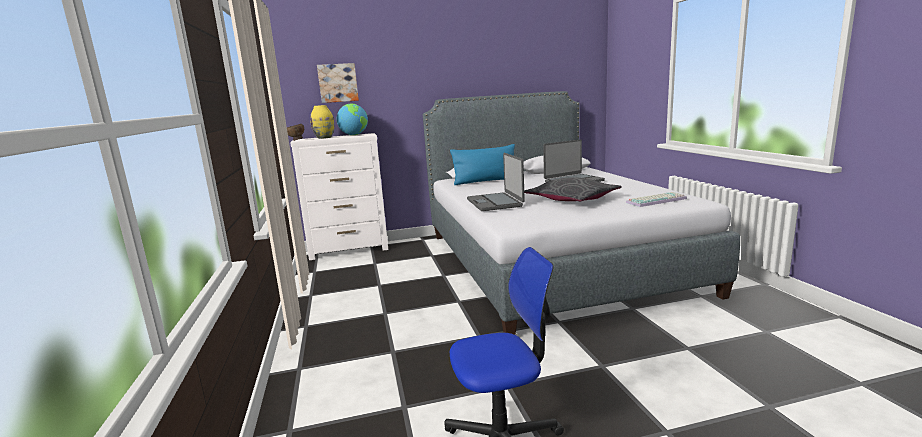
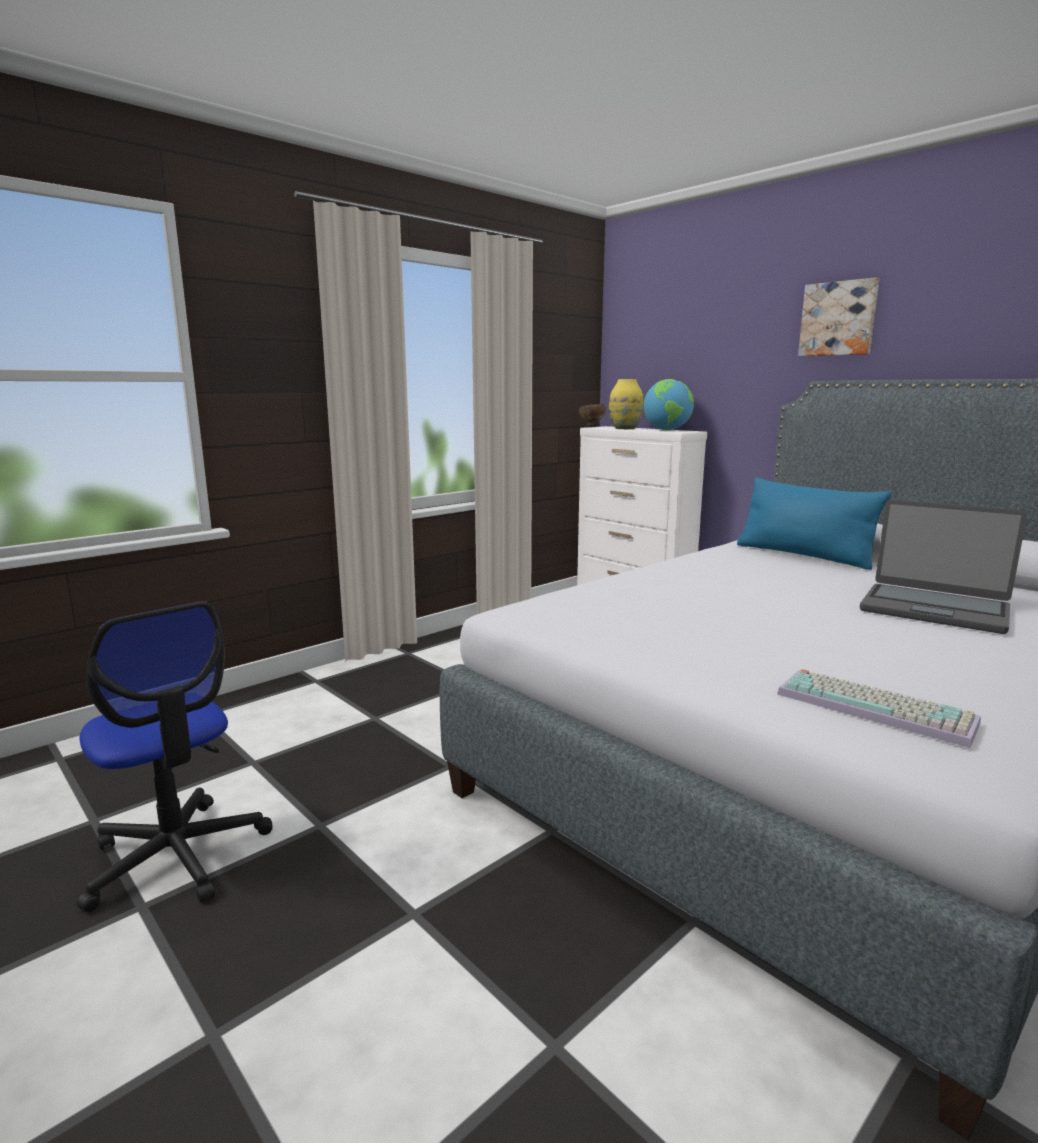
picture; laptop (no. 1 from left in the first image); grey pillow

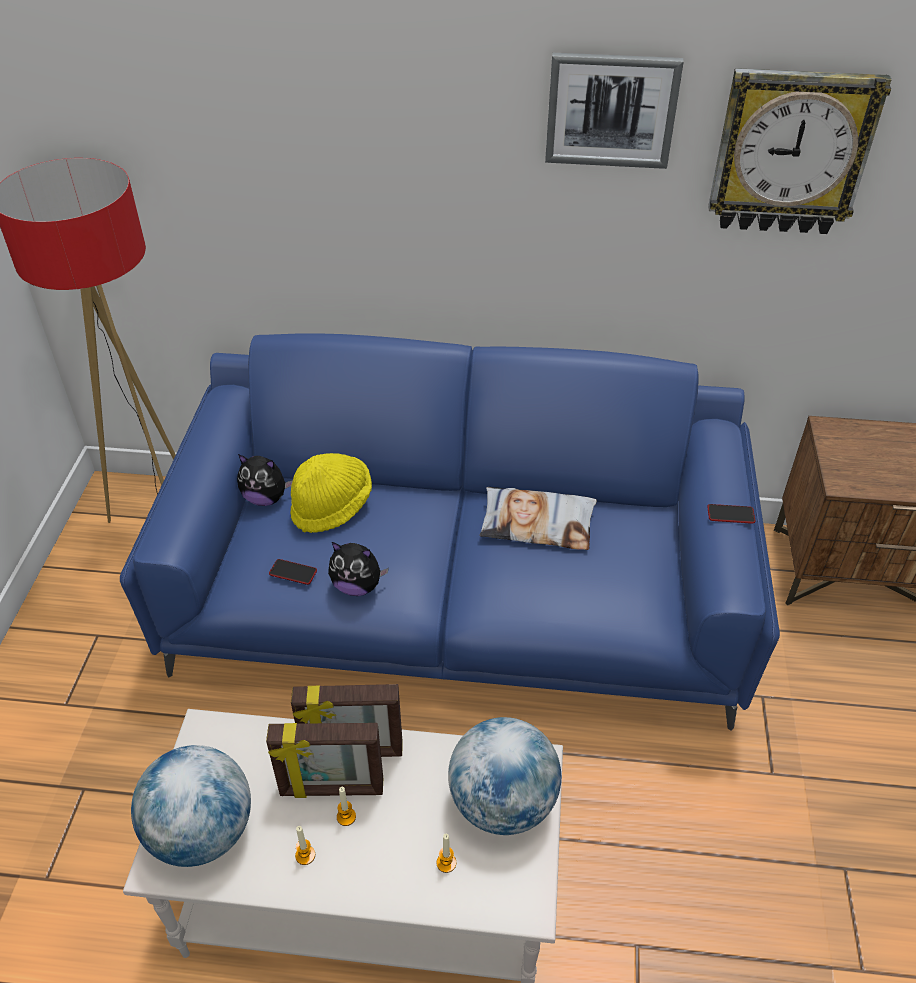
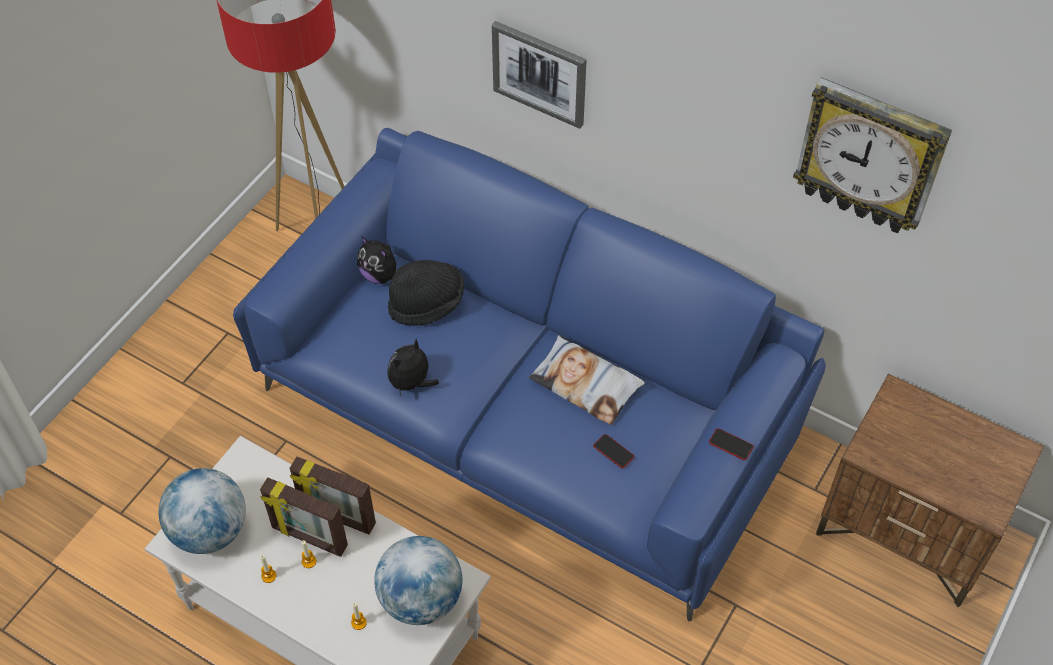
phone (no. 1 from left); black hat; plush toy (no. 2 from left); picture

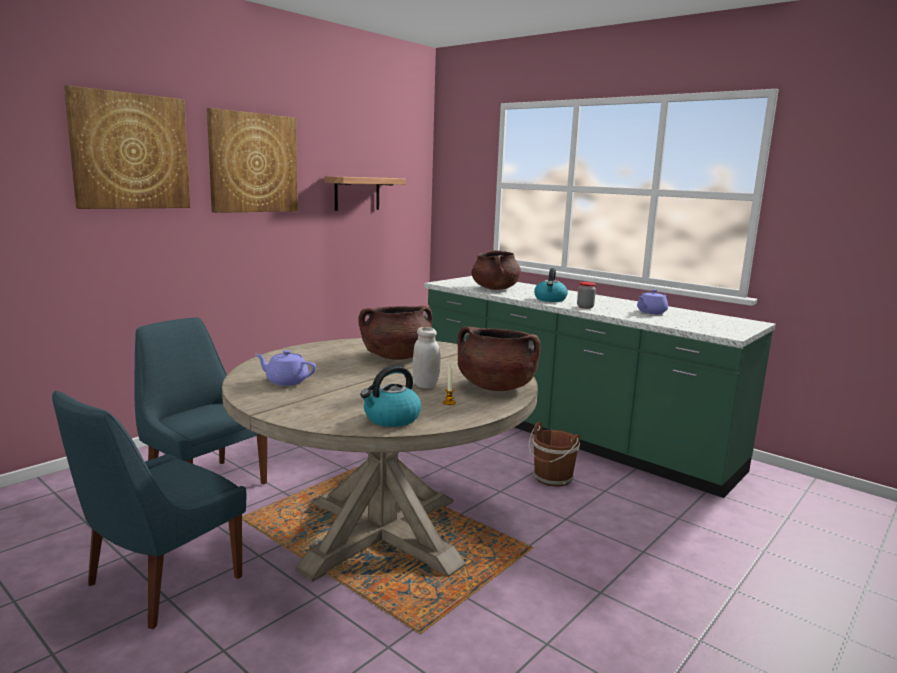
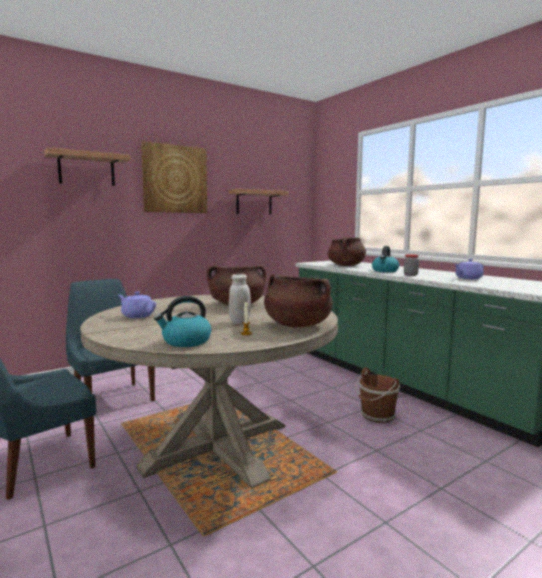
shelf (no. 1 from left)

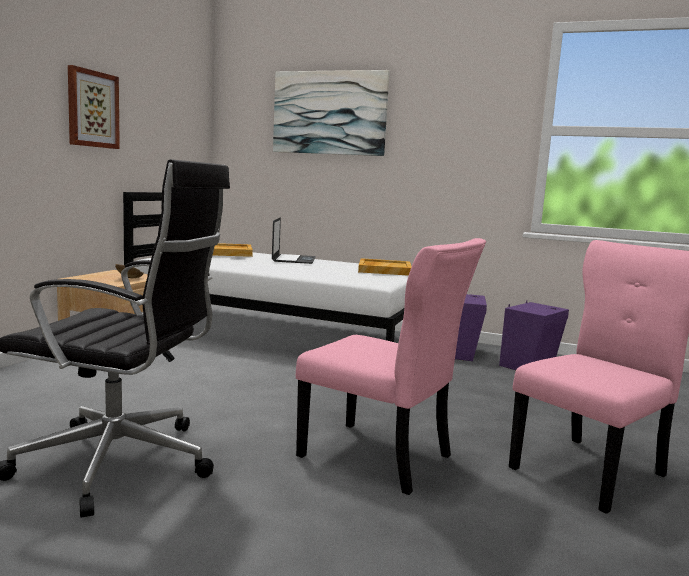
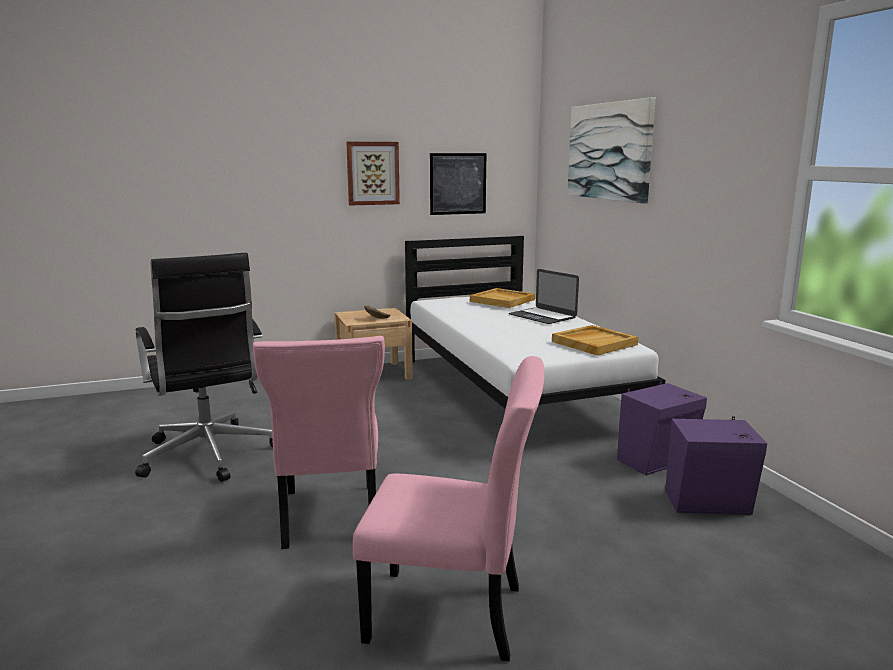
laptop; picture (no. 2 from left)

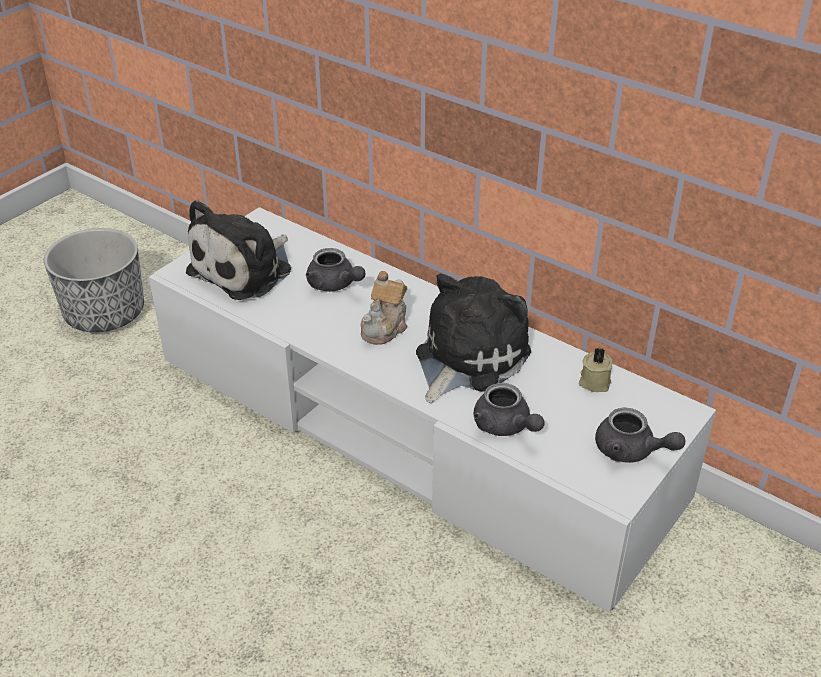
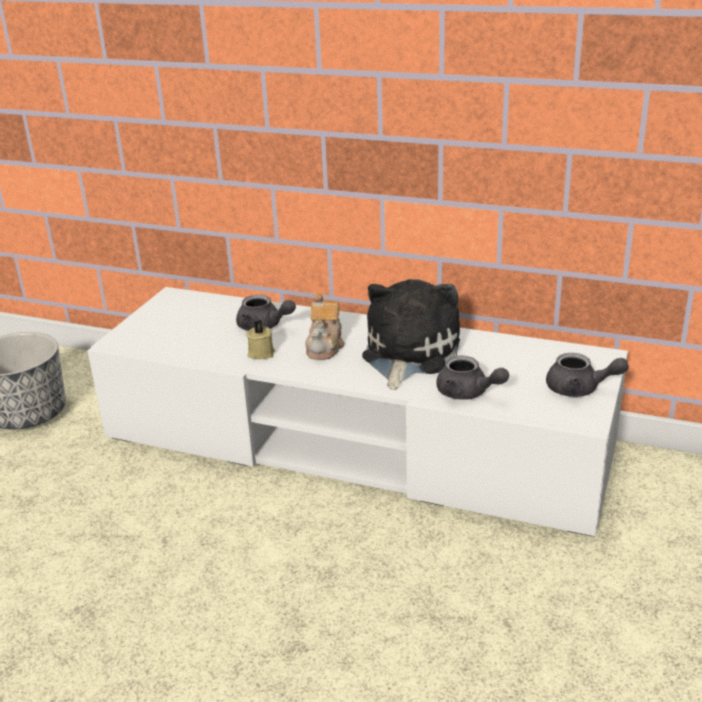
plush toy (no. 1 from left in the first image); beige candle

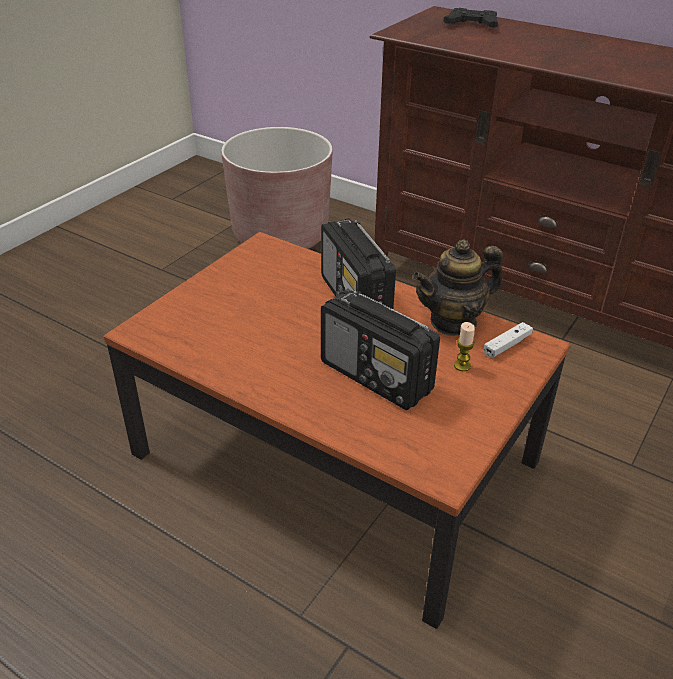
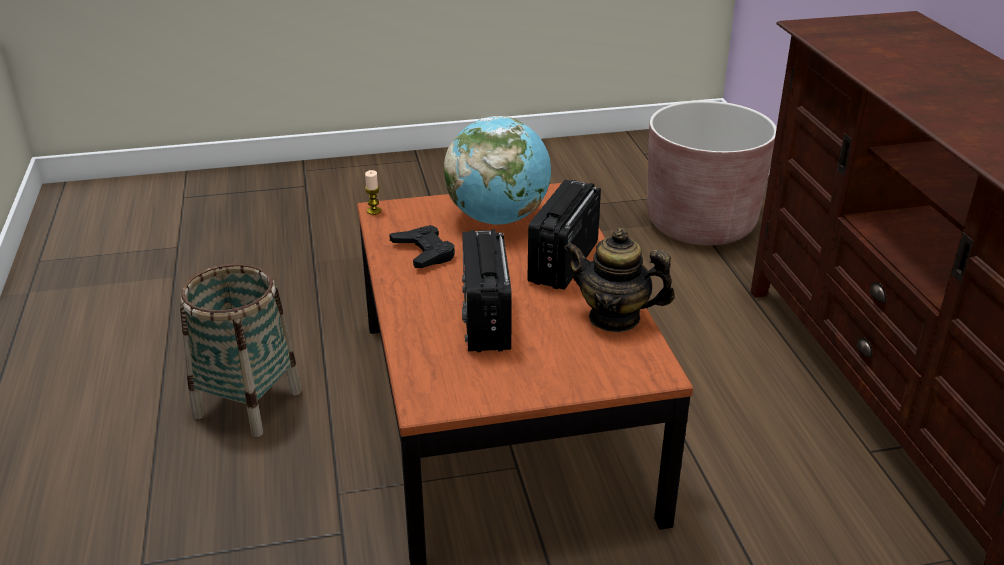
black game controller; candle; white game controller; basket; globe

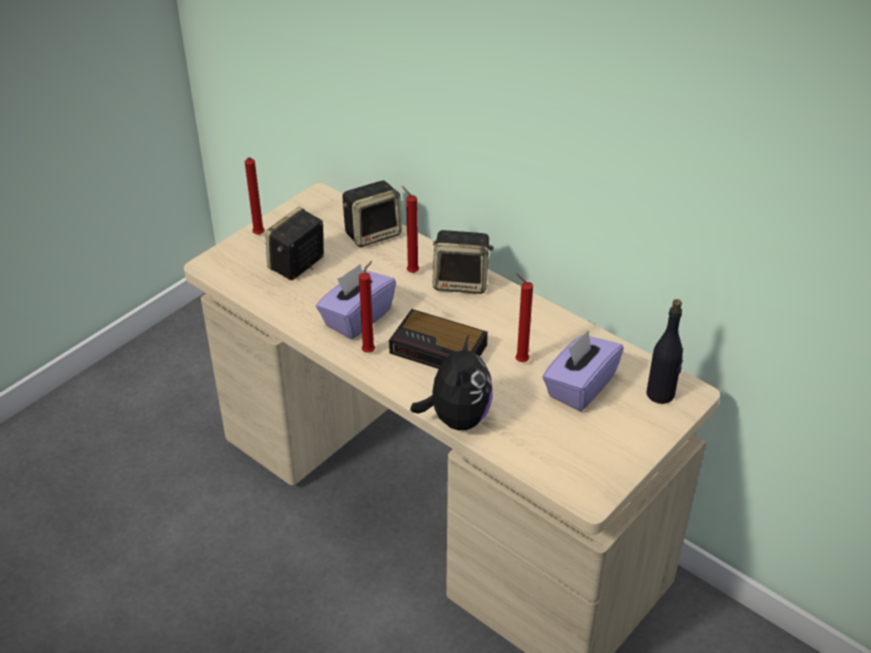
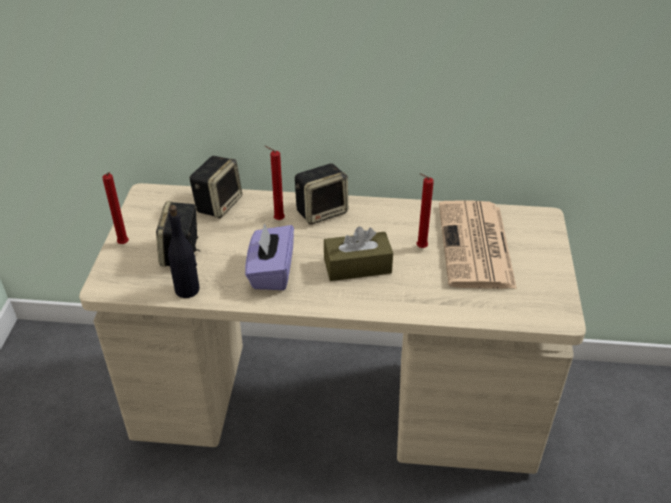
red candle (no. 2 from left in the first image); brown tissue box; plush toy; newspaper; black bottle

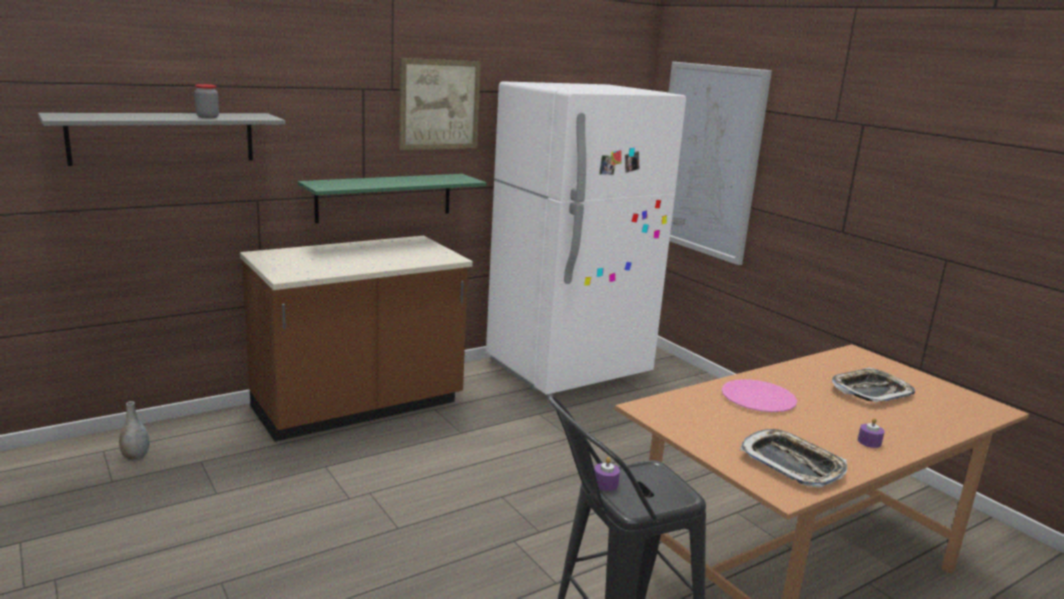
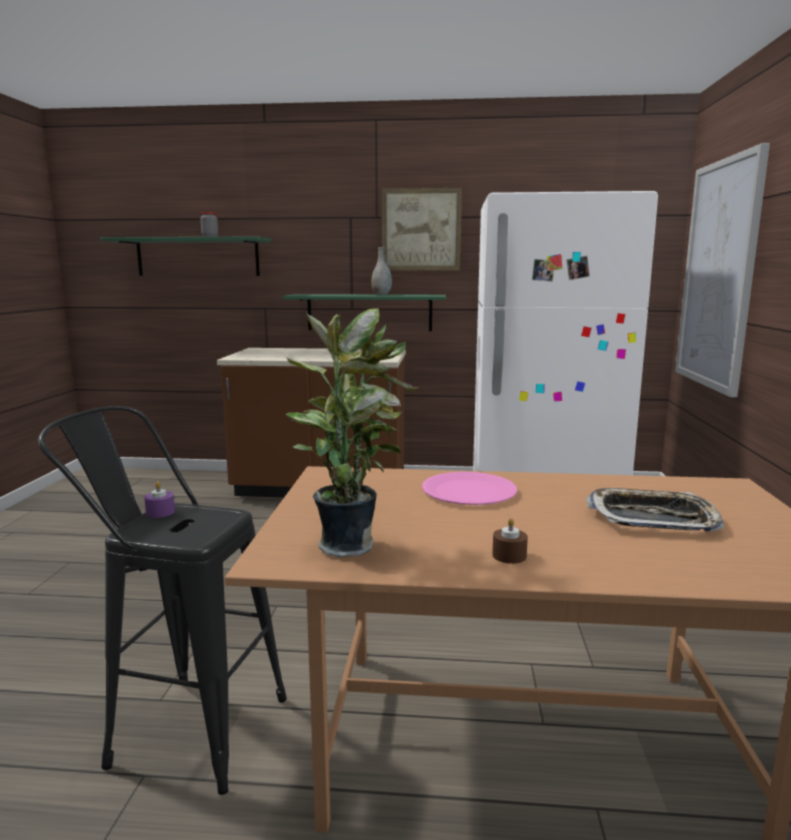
green shelf (no. 1 from left); grey vase; potted plant; brown candle

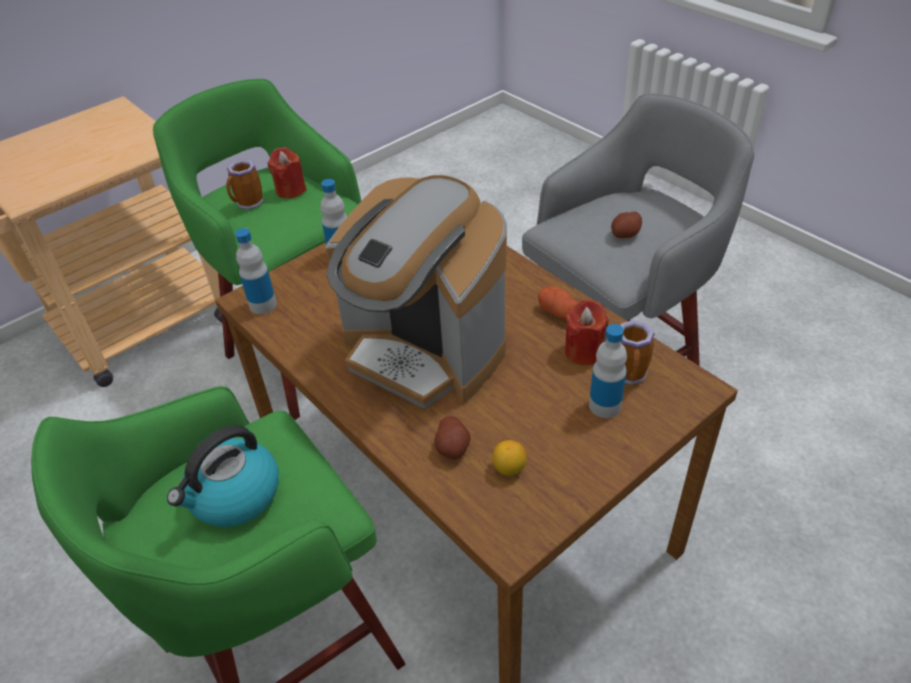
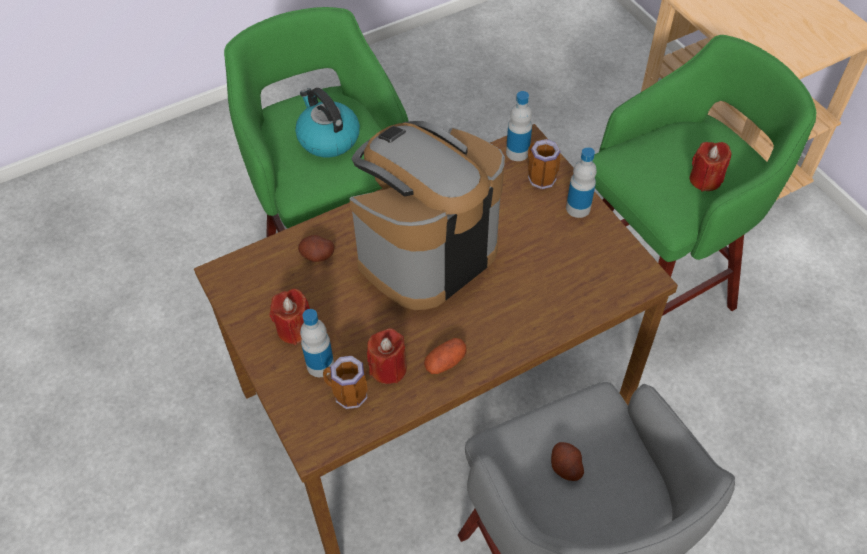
mug (no. 2 from left); lemon; red candle (no. 1 from left)

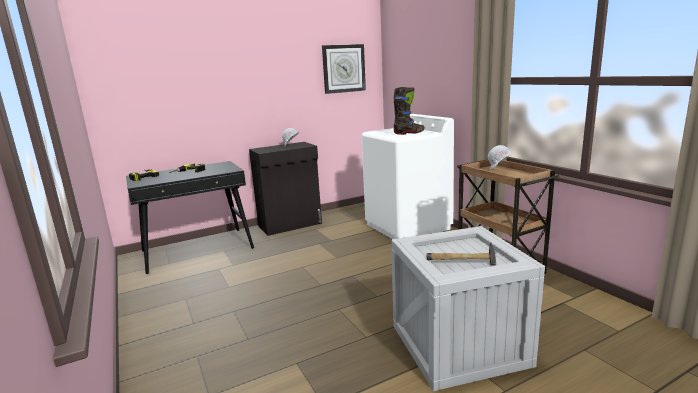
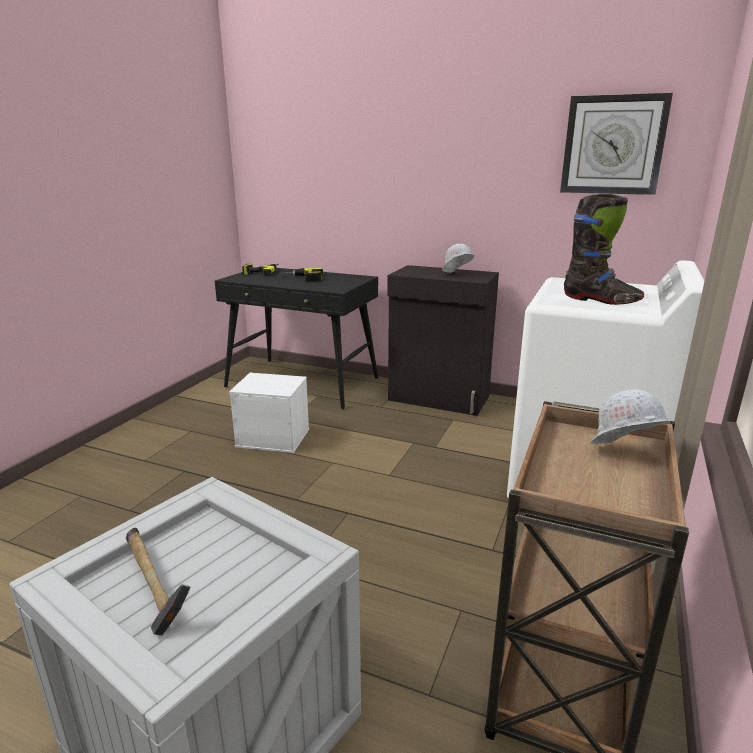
white storage box

